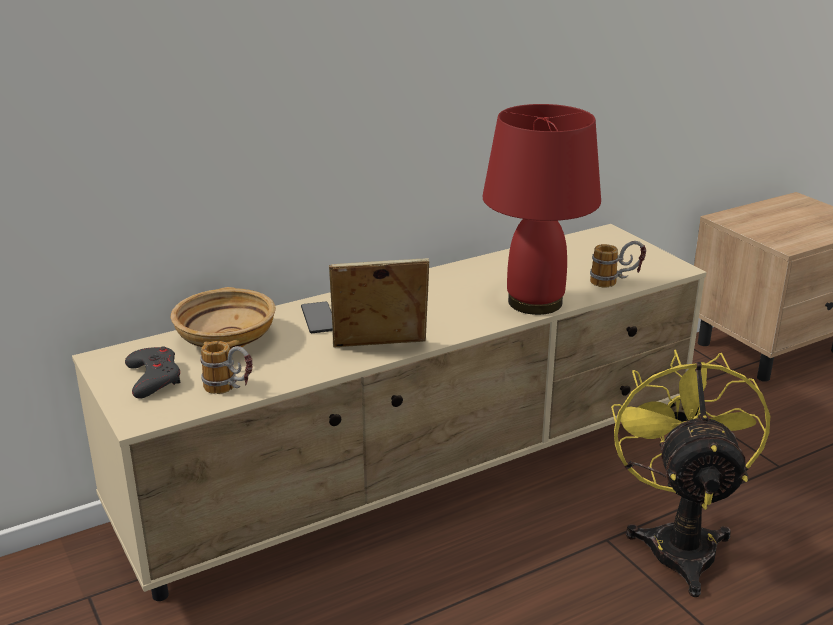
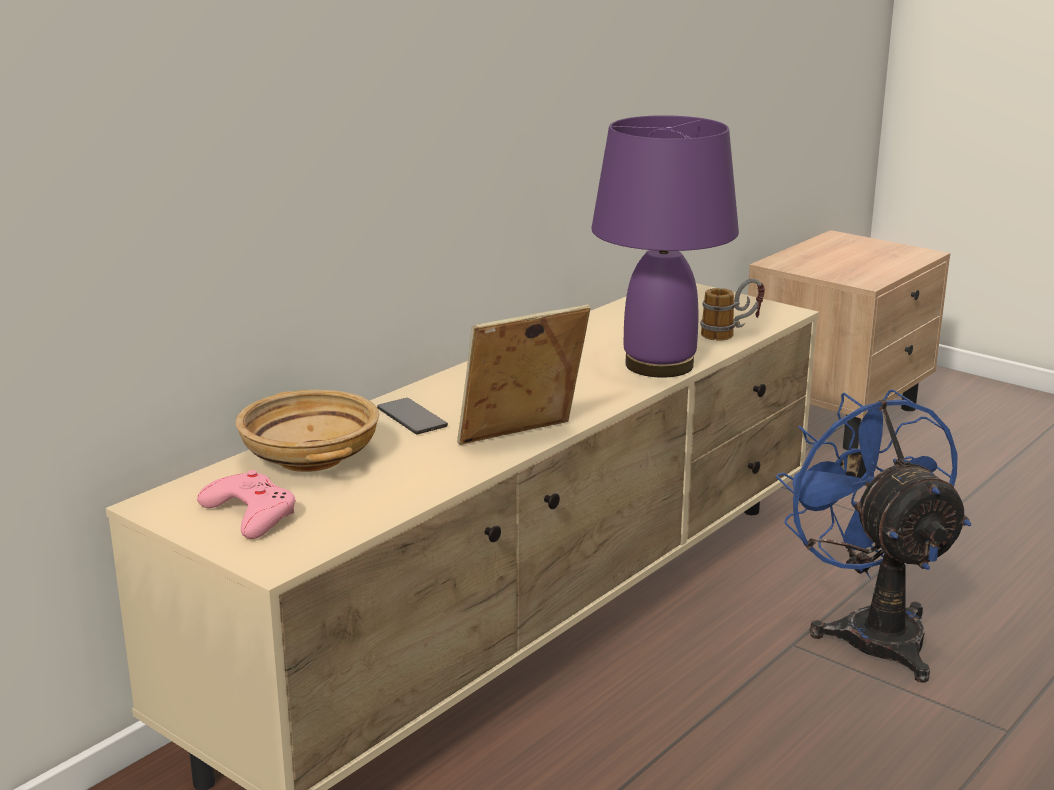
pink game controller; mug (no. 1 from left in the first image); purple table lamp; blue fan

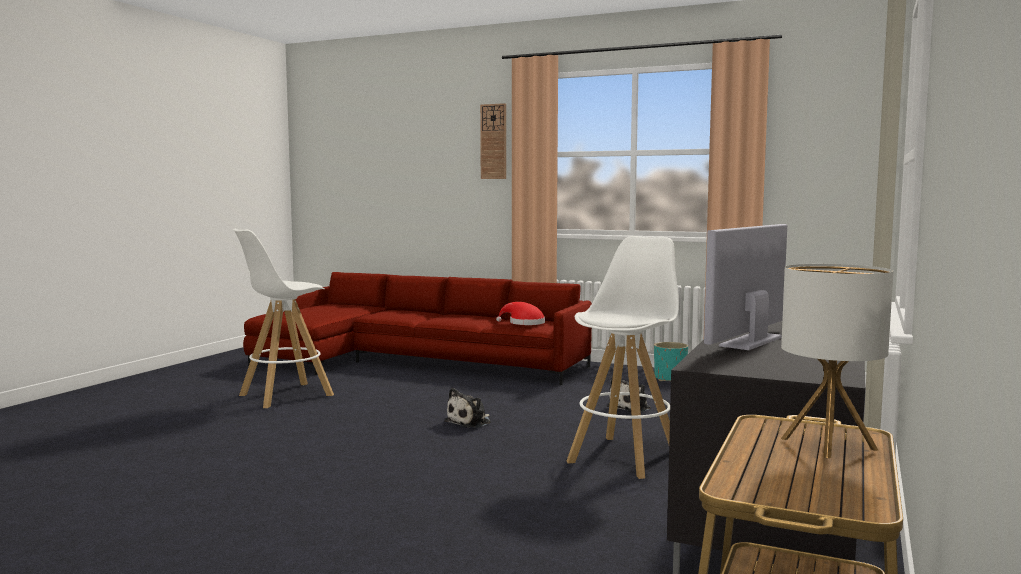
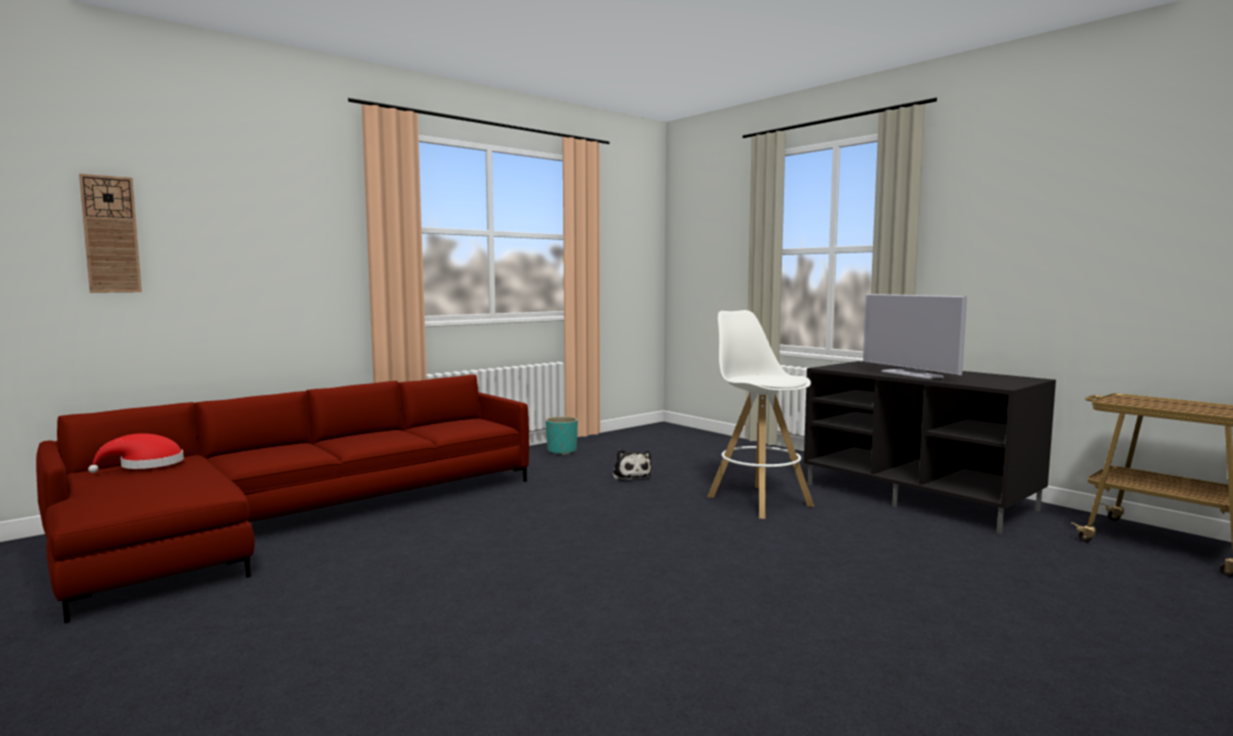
white stool (no. 1 from left in the first image); plush toy (no. 1 from left in the first image); wall clock; red hat; table lamp

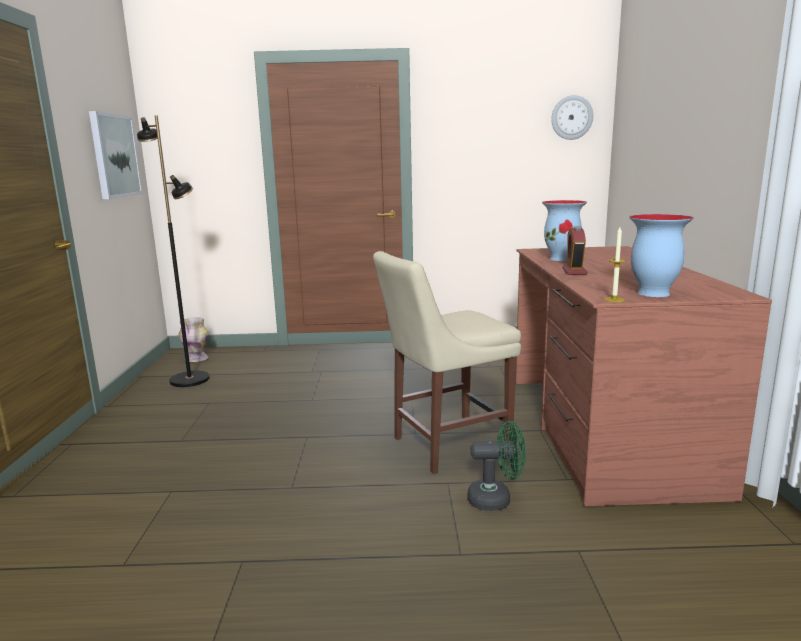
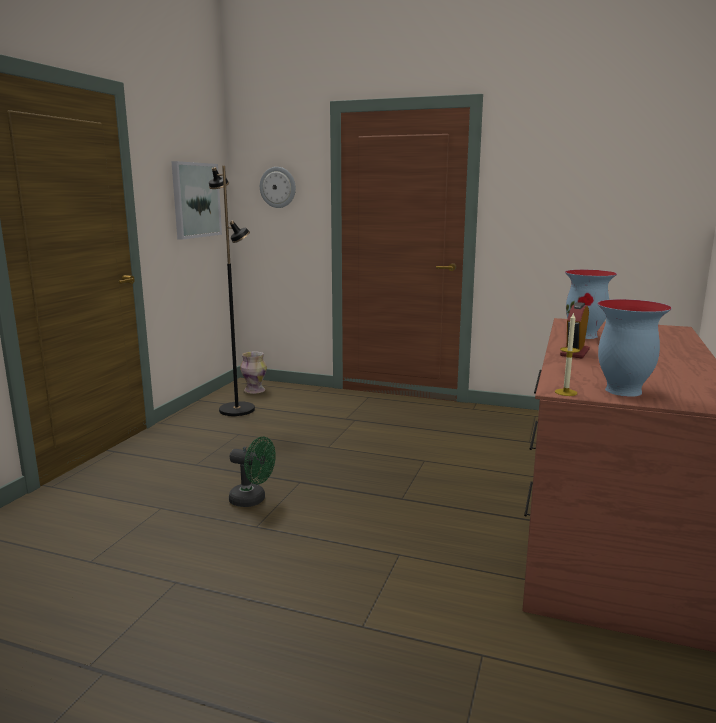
beige chair; green fan; wall clock

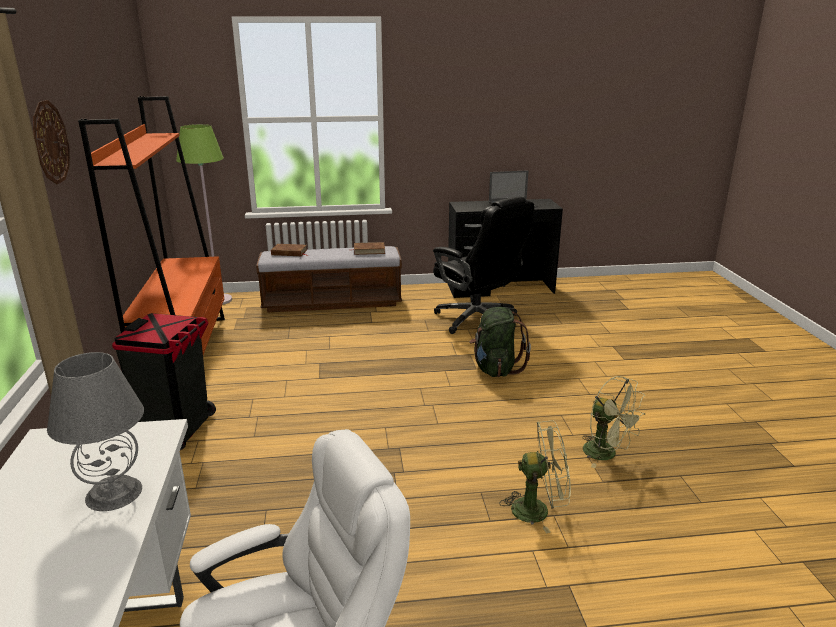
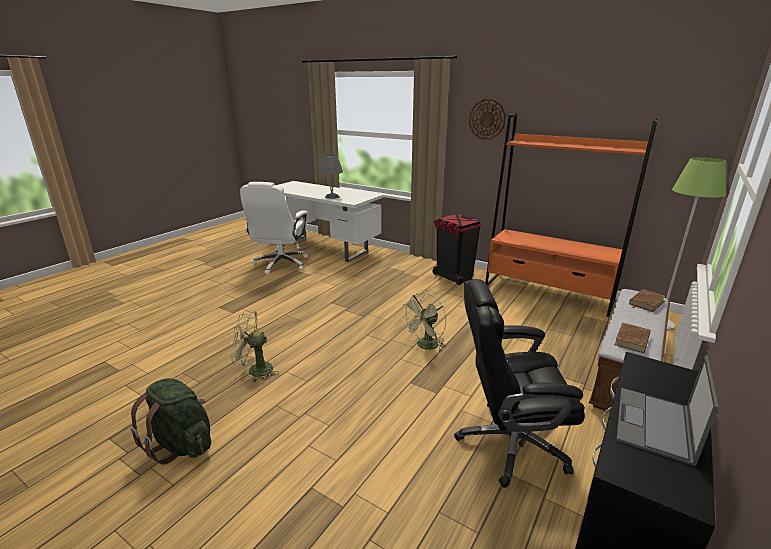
green backpack; green fan (no. 2 from left)

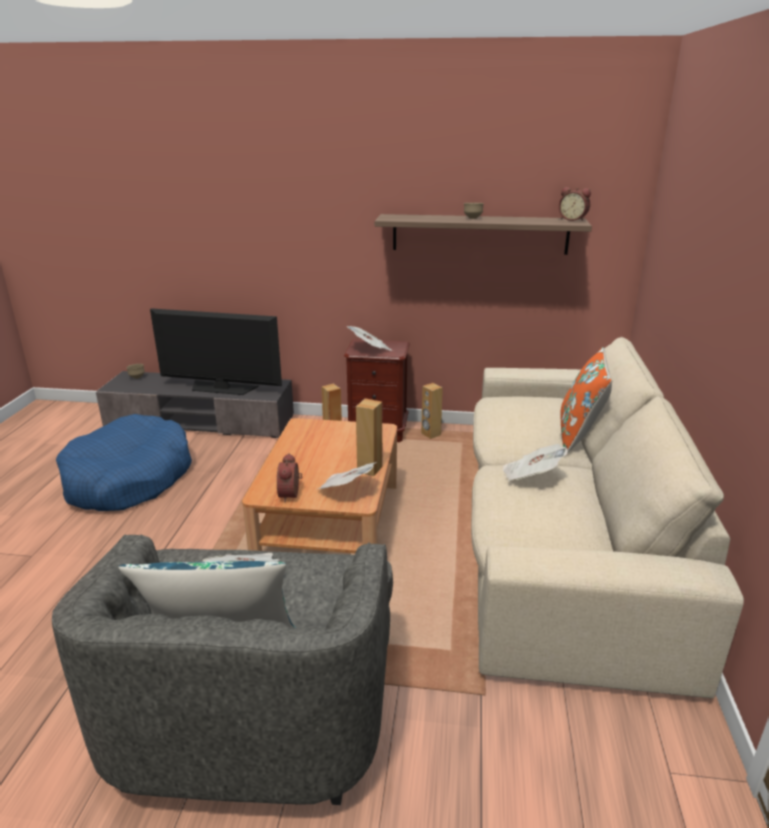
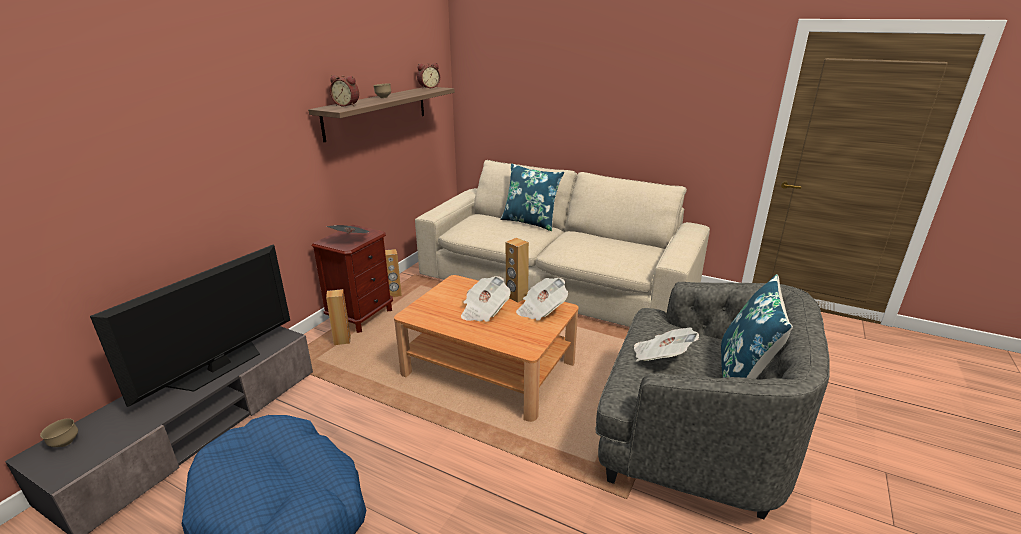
alarm clock (no. 1 from left); newspaper (no. 2 from left); blue pillow (no. 1 from left)

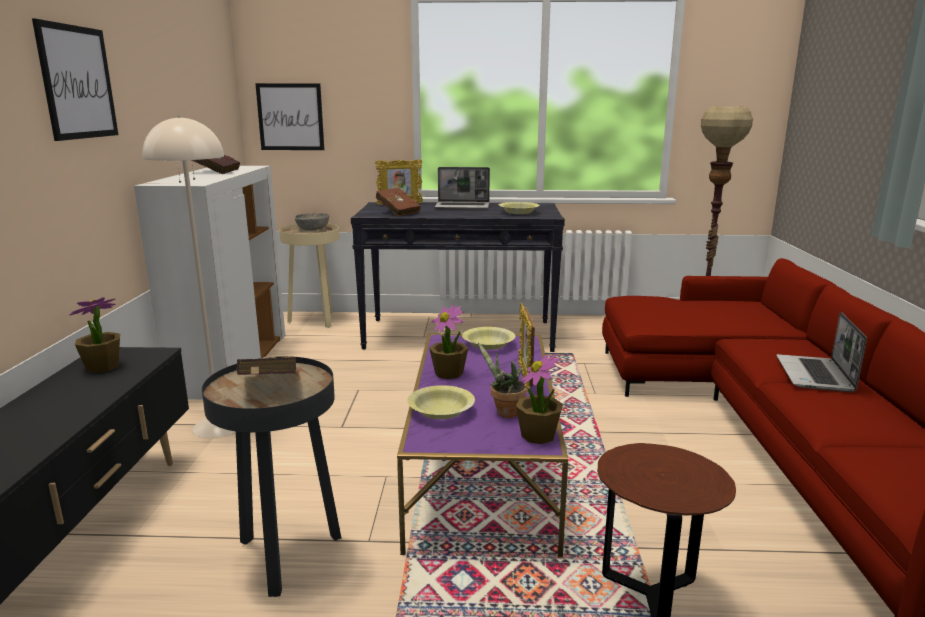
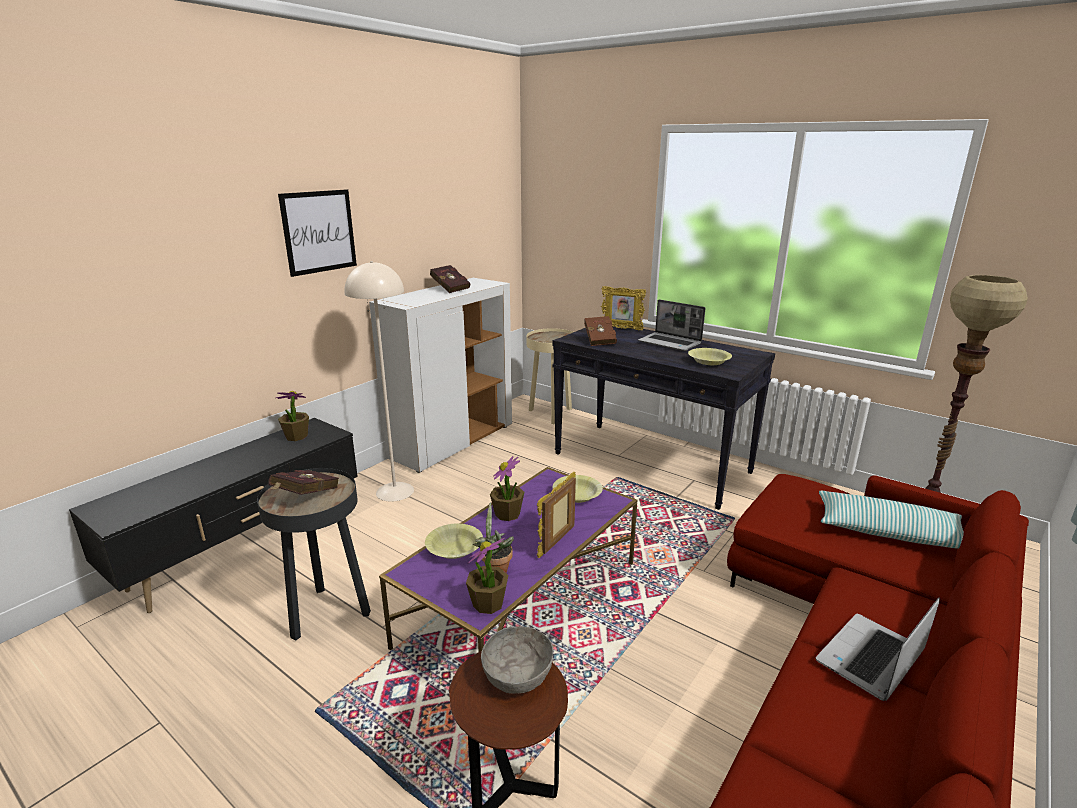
picture (no. 2 from left in the first image); grey bowl; pillow

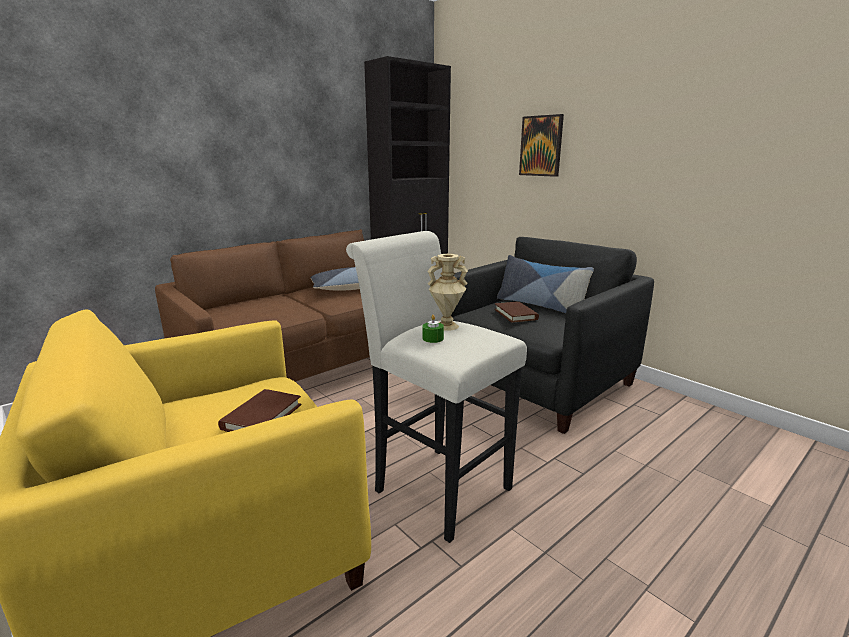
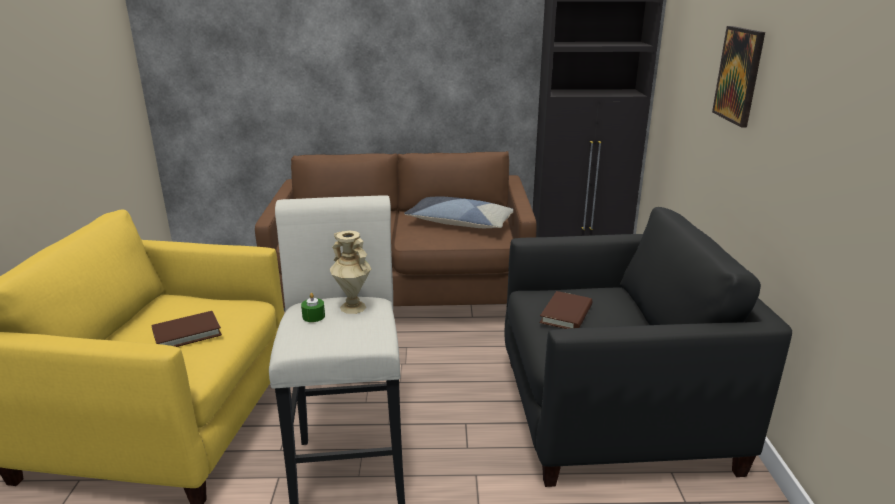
pillow (no. 2 from left in the first image)

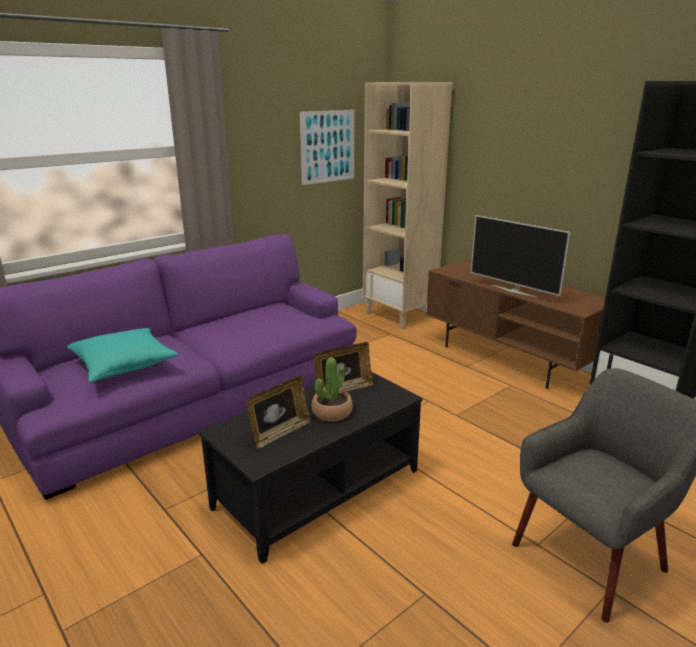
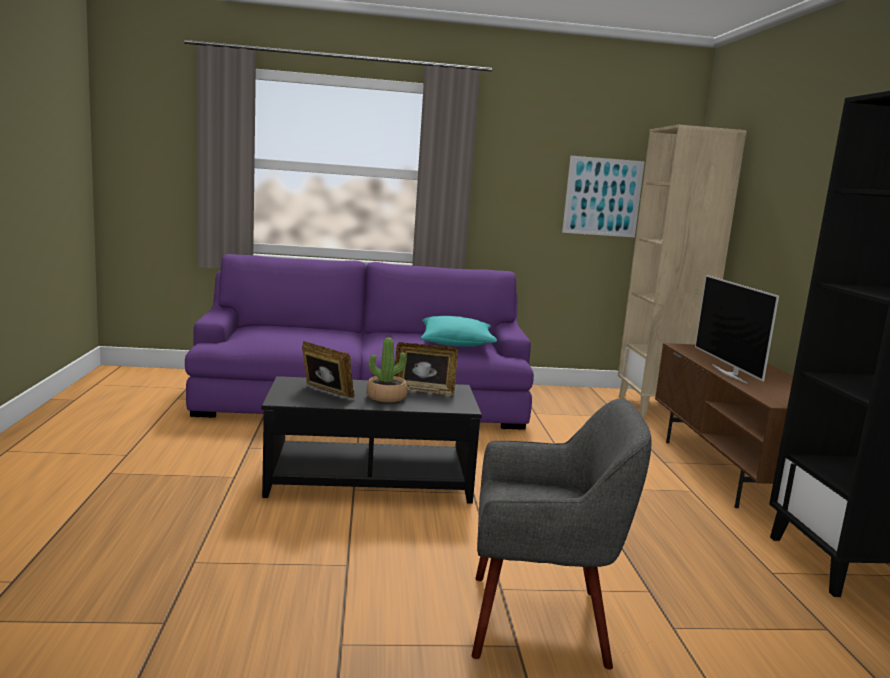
turquoise pillow; picture frame (no. 1 from left)

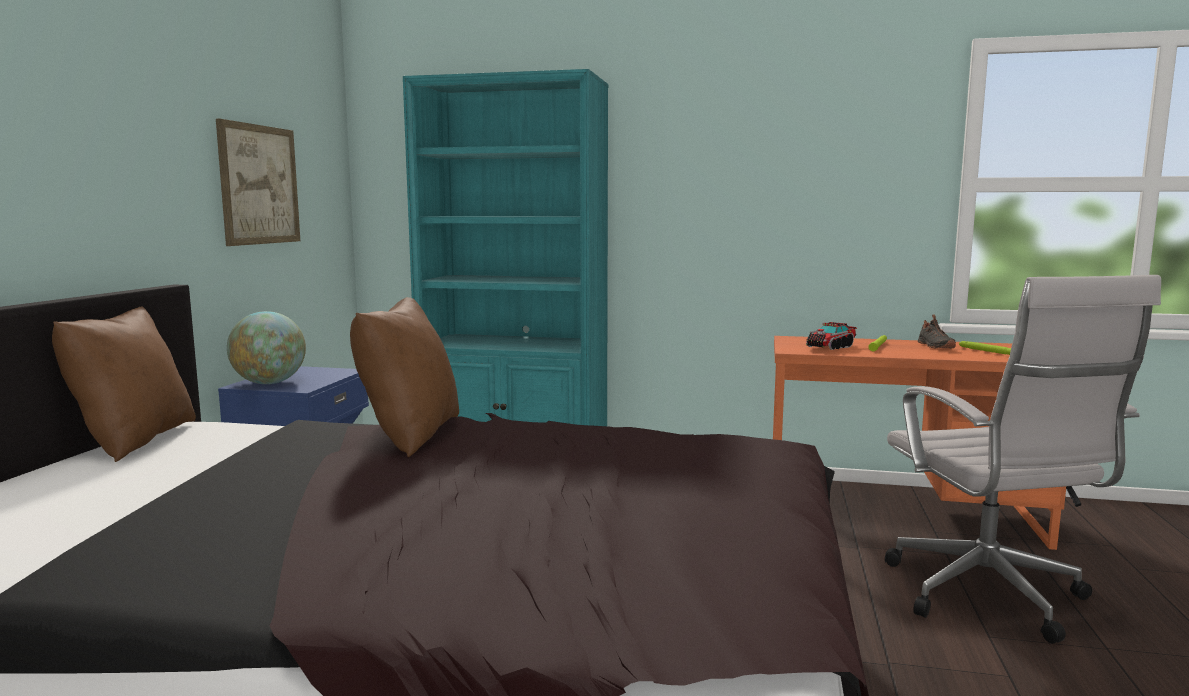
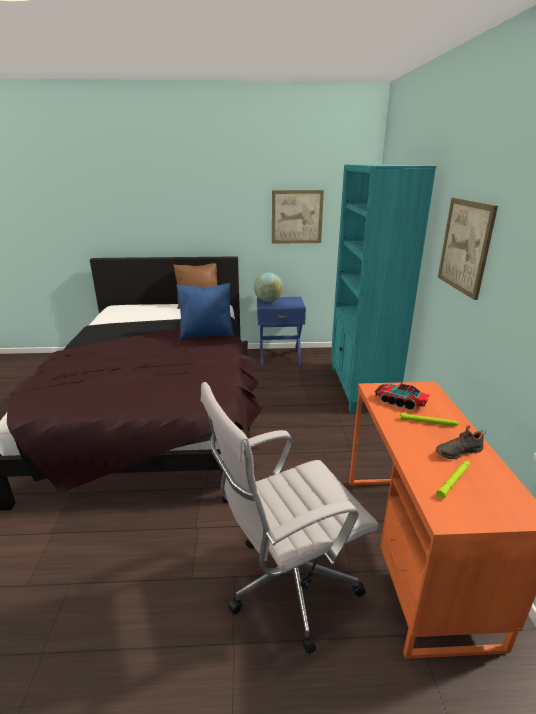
blue pillow; picture (no. 2 from left)

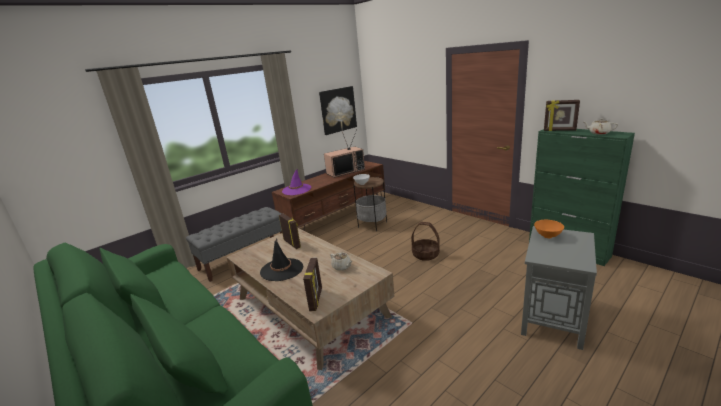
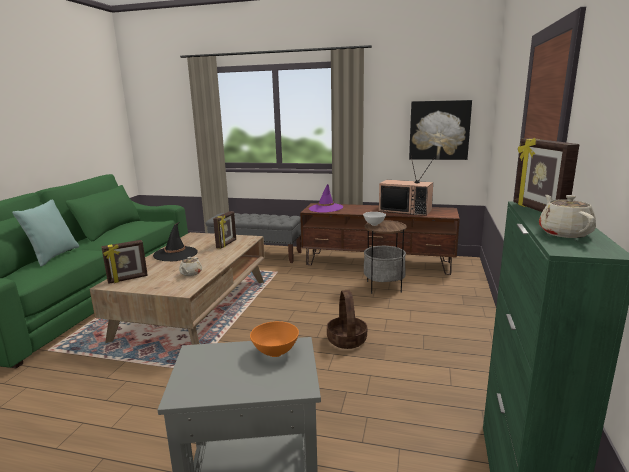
turquoise pillow

